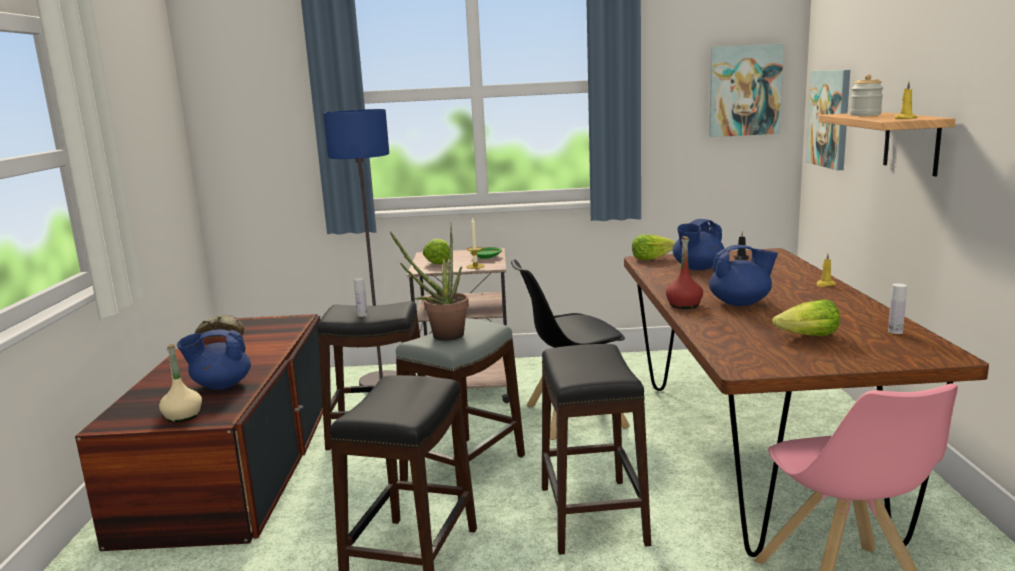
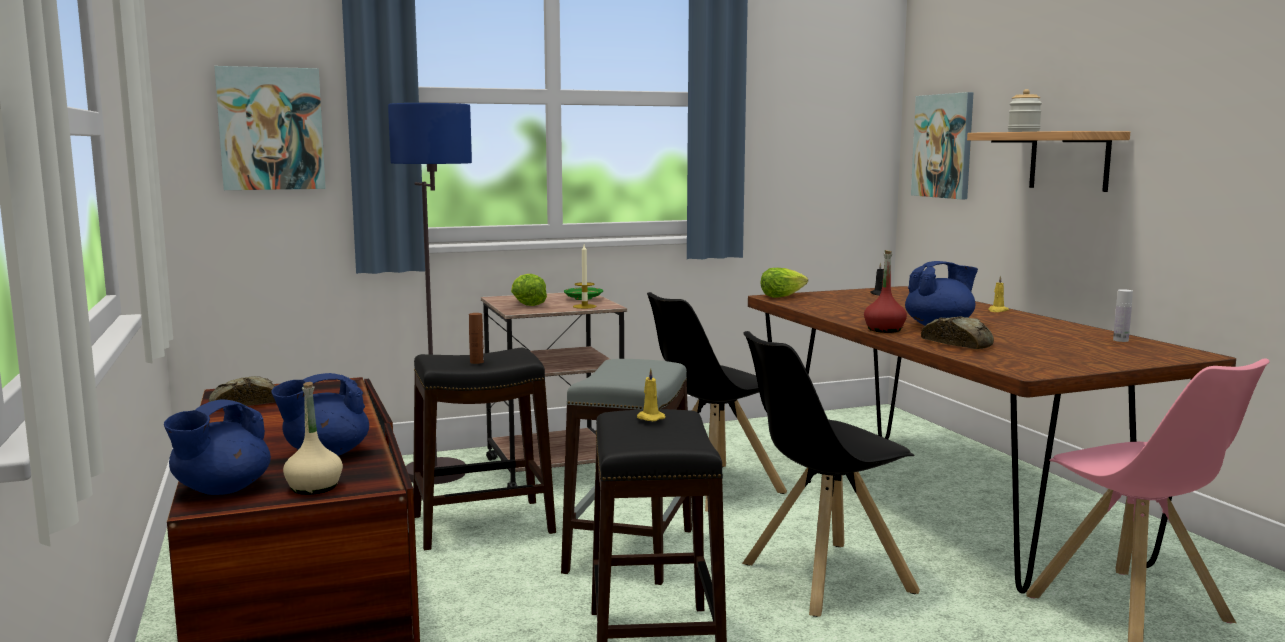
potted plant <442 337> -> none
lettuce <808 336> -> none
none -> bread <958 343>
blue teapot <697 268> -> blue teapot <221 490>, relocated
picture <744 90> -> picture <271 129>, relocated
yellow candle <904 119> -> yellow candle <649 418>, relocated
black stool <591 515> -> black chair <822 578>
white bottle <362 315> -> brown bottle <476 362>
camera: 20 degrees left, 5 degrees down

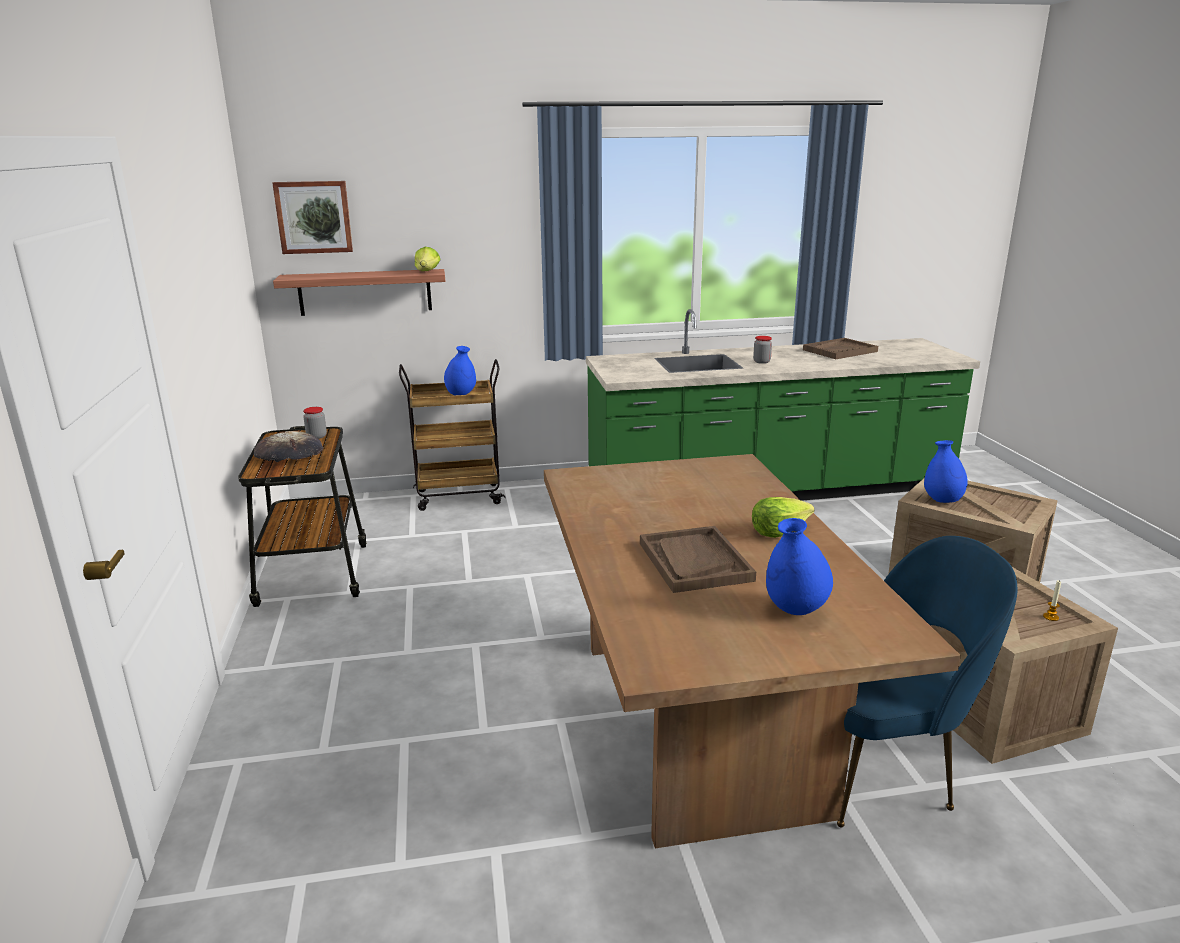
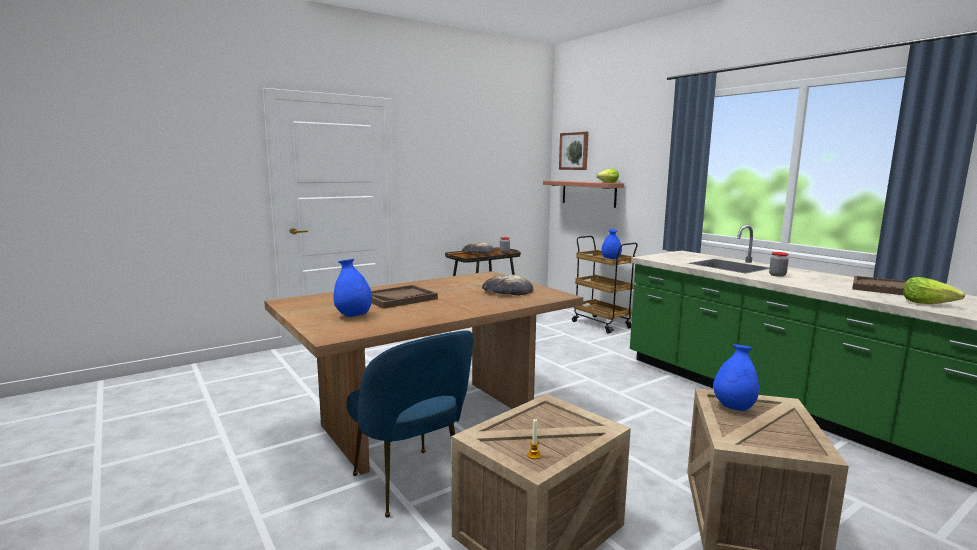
none -> bread <507 291>
lettuce <779 531> -> lettuce <927 303>, relocated
camera: 65 degrees right, 10 degrees down

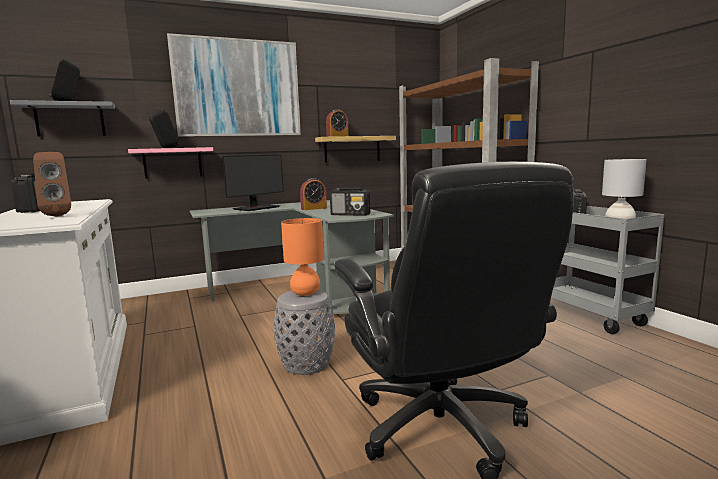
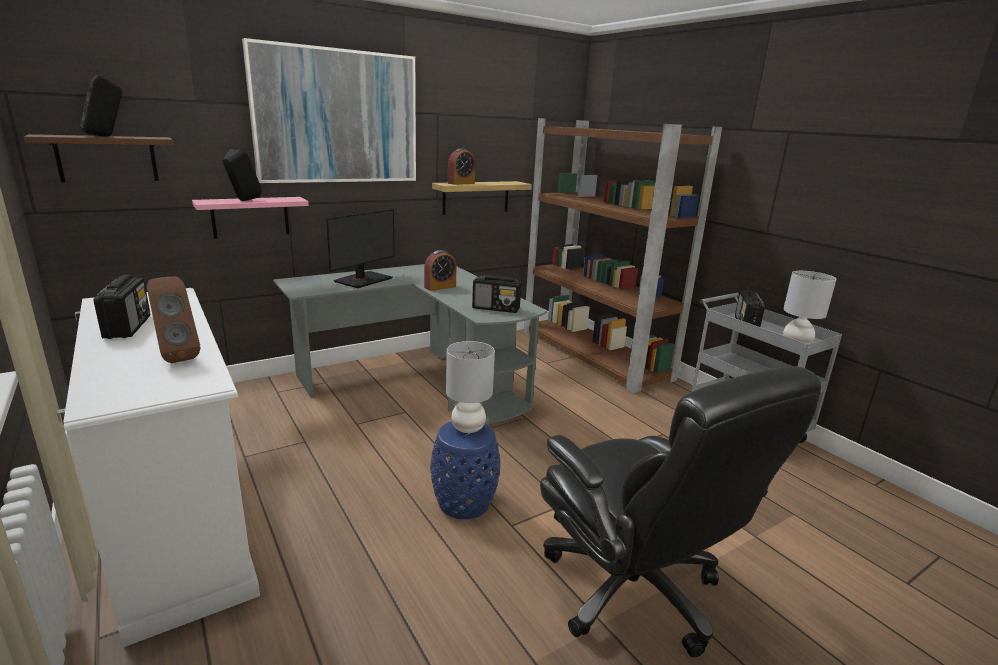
grey shelf <70 120> -> brown shelf <107 159>
grey stool <306 364> -> blue stool <464 503>
orange table lamp <306 293> -> grey table lamp <468 427>
camera: 10 degrees left, 10 degrees up

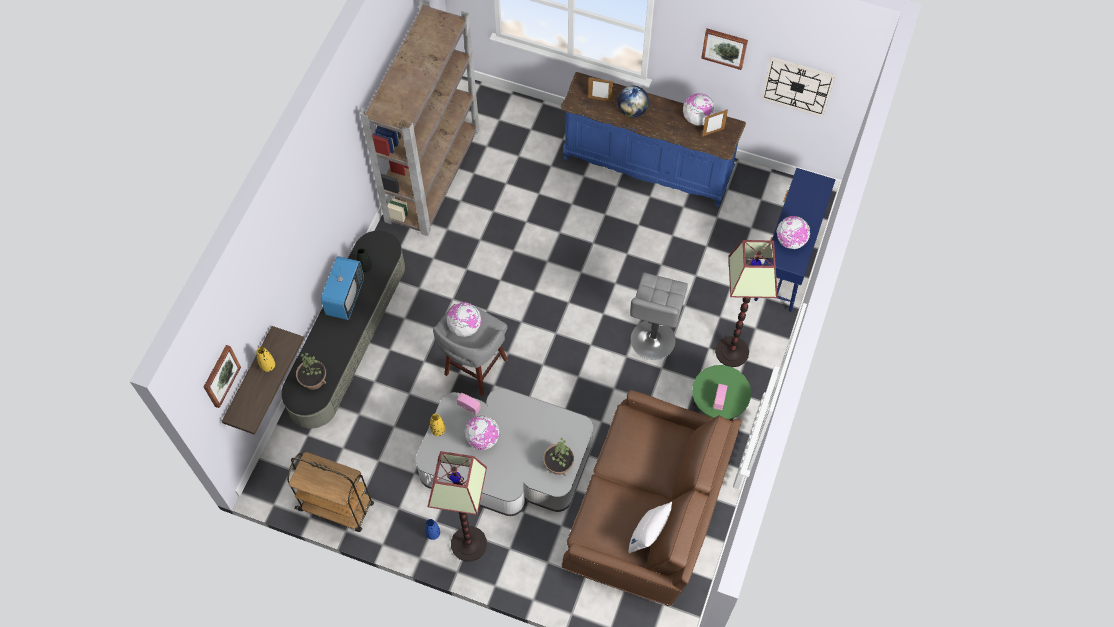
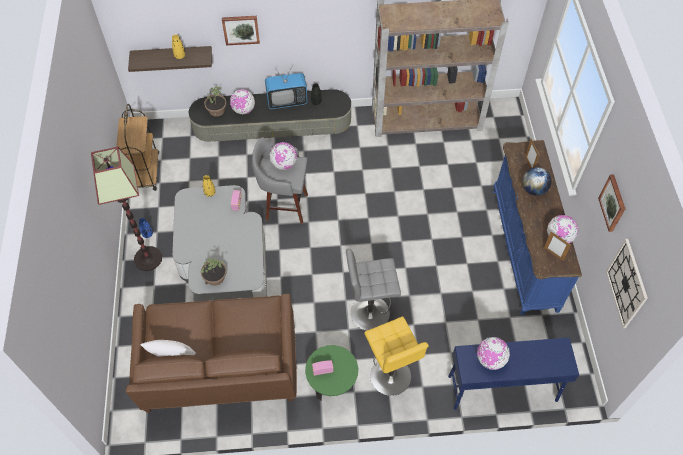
picture <220 376> -> picture <241 29>, relocated
globe <483 439> -> globe <243 110>, relocated
floor lamp <732 352> -> yellow stool <390 376>
camera: 65 degrees right, 5 degrees down

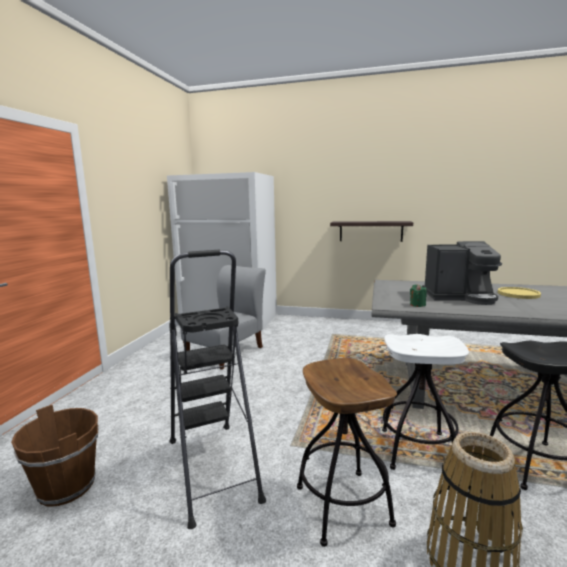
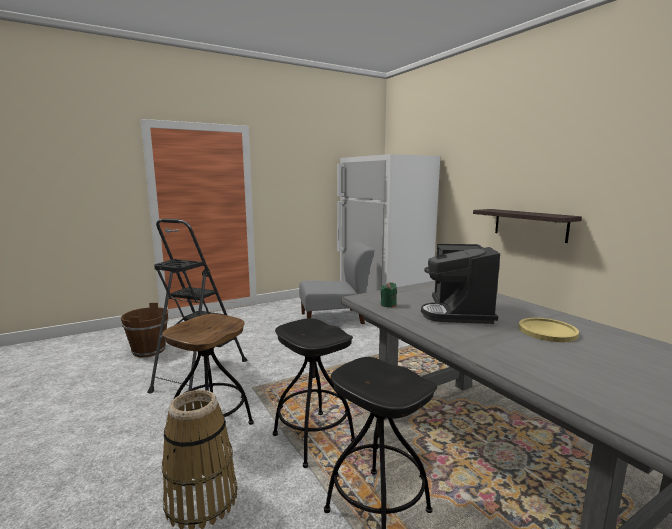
white stool <416 450> -> black stool <313 437>
coffee machine <459 297> -> coffee machine <458 312>, 45 degrees clockwise
camera: 45 degrees right, 0 degrees up

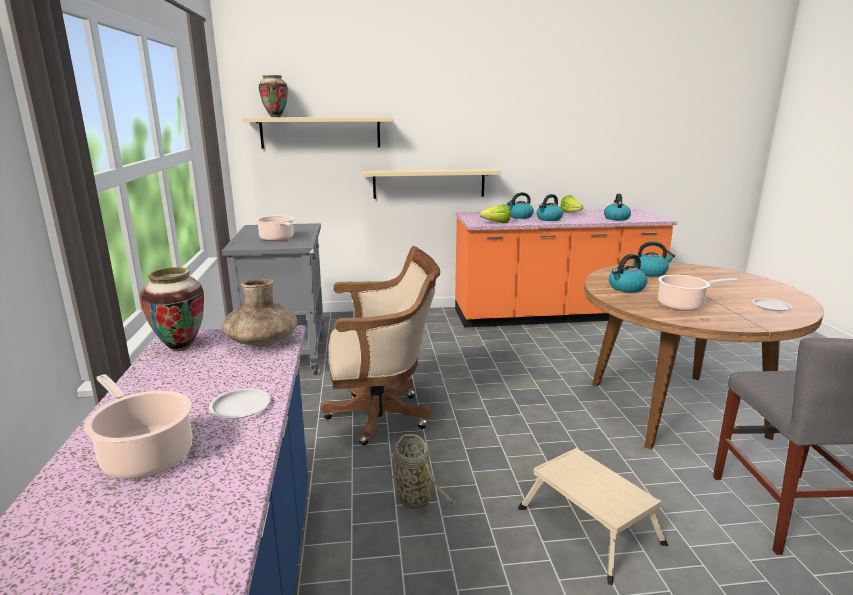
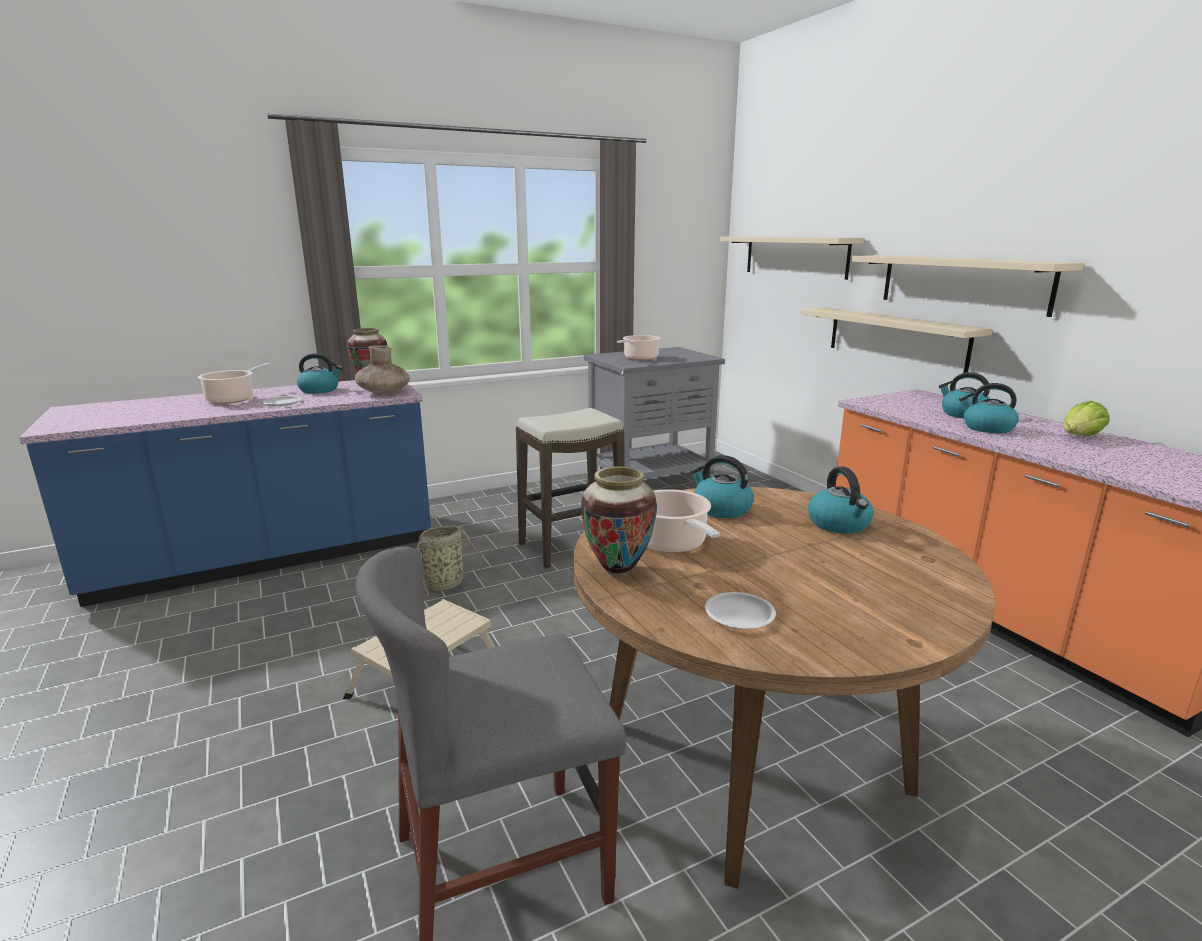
lettuce <497 223> -> none
none -> beige shelf <962 283>
vase <275 117> -> vase <618 571>, relocated
kettle <616 218> -> kettle <320 390>, relocated
office chair <382 416> -> stool <571 547>
camera: 70 degrees right, 0 degrees up

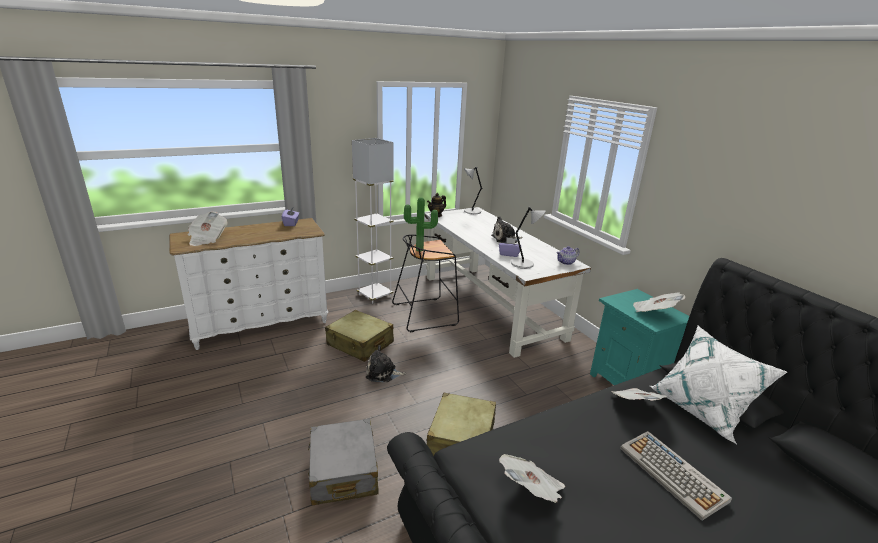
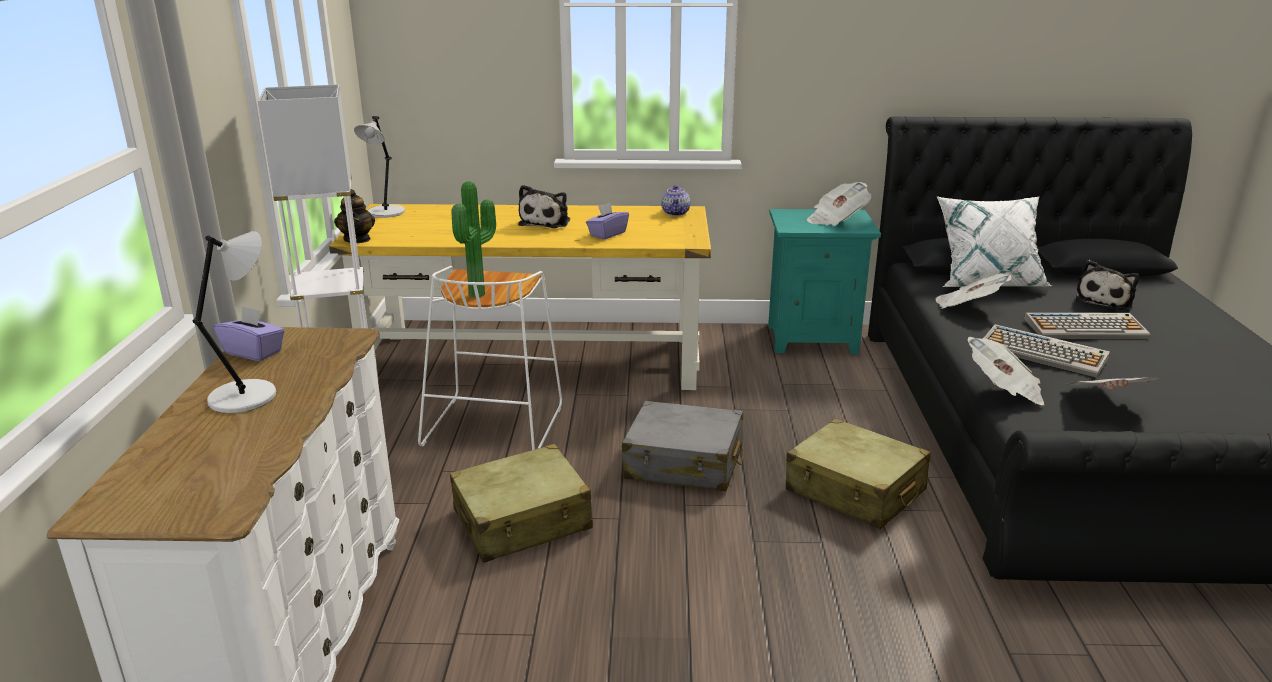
none -> keyboard <1044 353>
newspaper <207 239> -> newspaper <1004 390>, relocated
grey suitcase <343 471> -> grey suitcase <684 463>, relocated
plush toy <383 373> -> plush toy <1105 300>, relocated
grey table lamp <523 264> -> grey table lamp <246 396>, relocated
black stool <425 314> -> white stool <493 424>
white desk <491 306> -> yellow desk <536 360>
camera: 60 degrees left, 0 degrees up

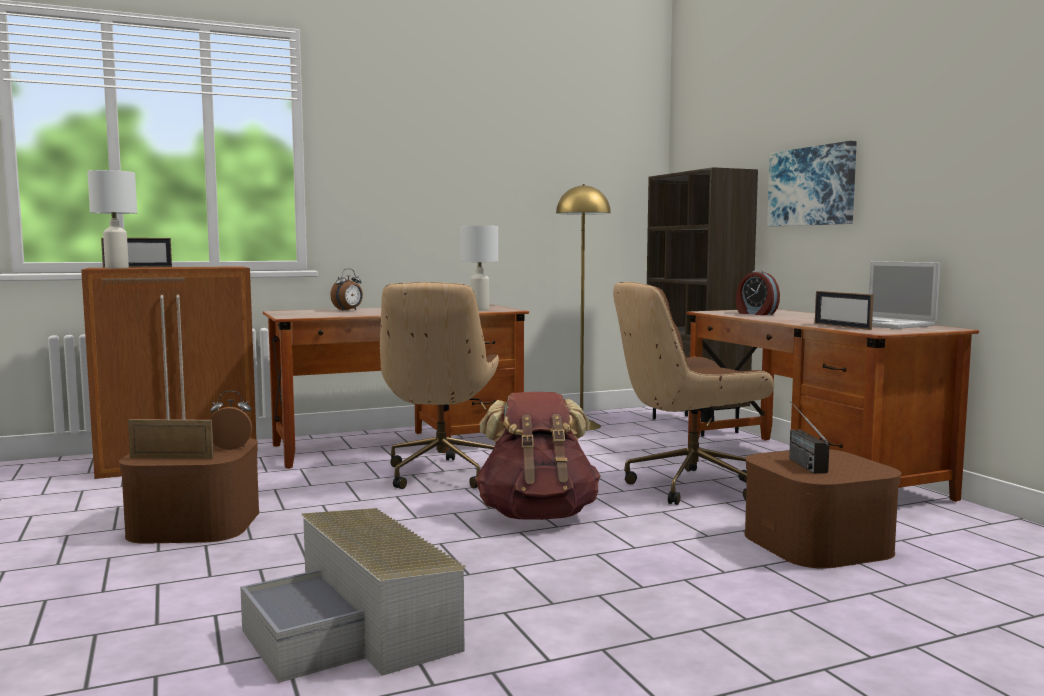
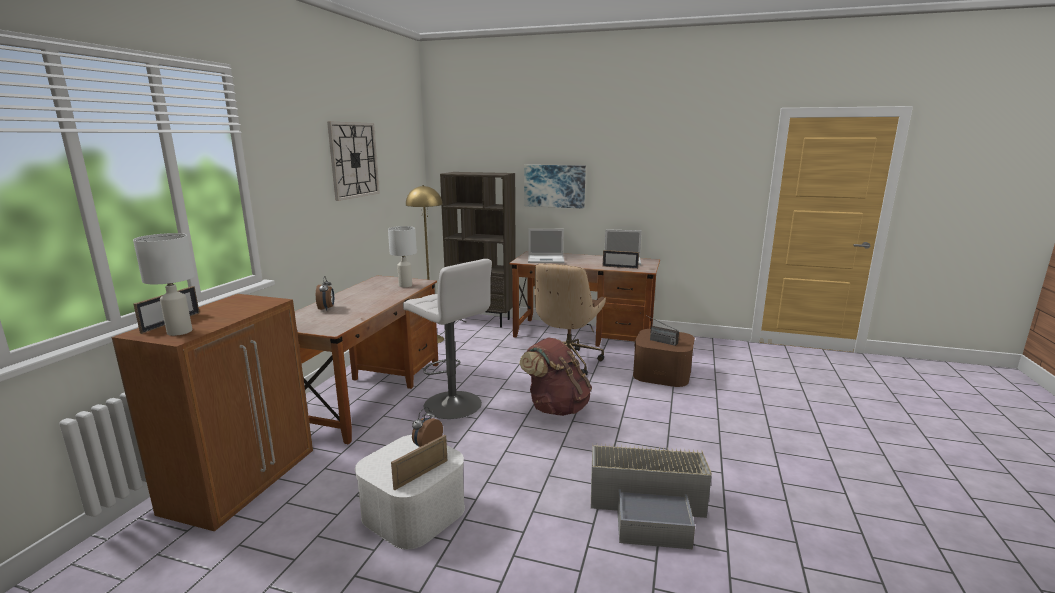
none -> wall clock <354 160>
brown office chair <440 475> -> white stool <452 405>
alarm clock <755 313> -> laptop <546 259>
brown storage box <194 523> -> white storage box <413 512>
camera: 50 degrees left, 10 degrees up

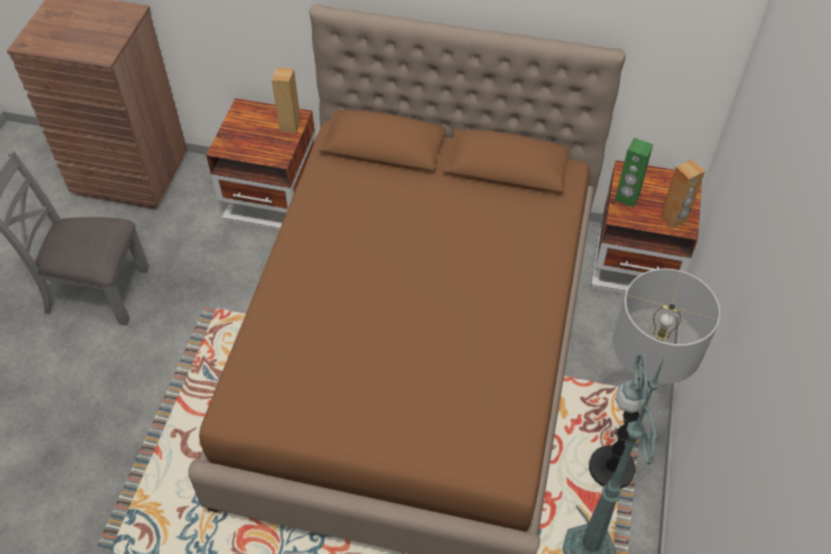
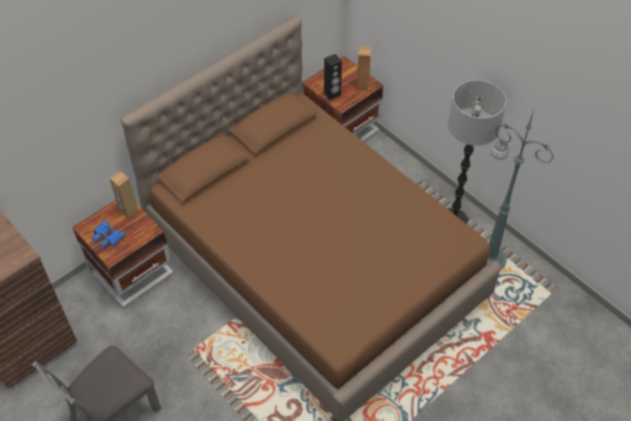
none -> blue binoculars <106 237>
green speaker <627 198> -> black speaker <332 94>
camera: 55 degrees left, 0 degrees up

